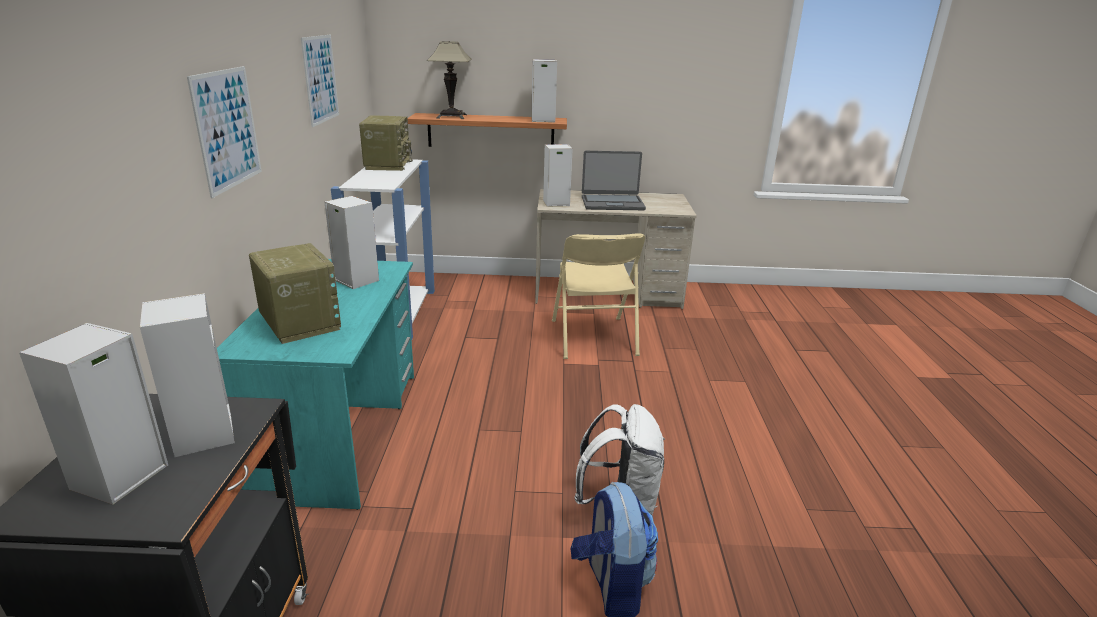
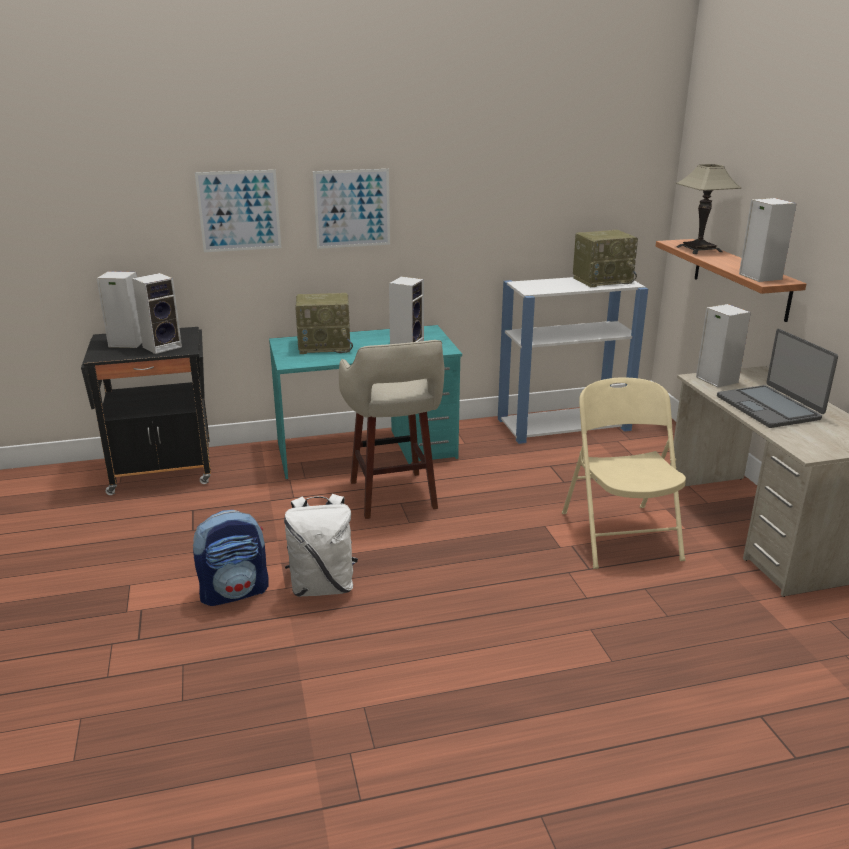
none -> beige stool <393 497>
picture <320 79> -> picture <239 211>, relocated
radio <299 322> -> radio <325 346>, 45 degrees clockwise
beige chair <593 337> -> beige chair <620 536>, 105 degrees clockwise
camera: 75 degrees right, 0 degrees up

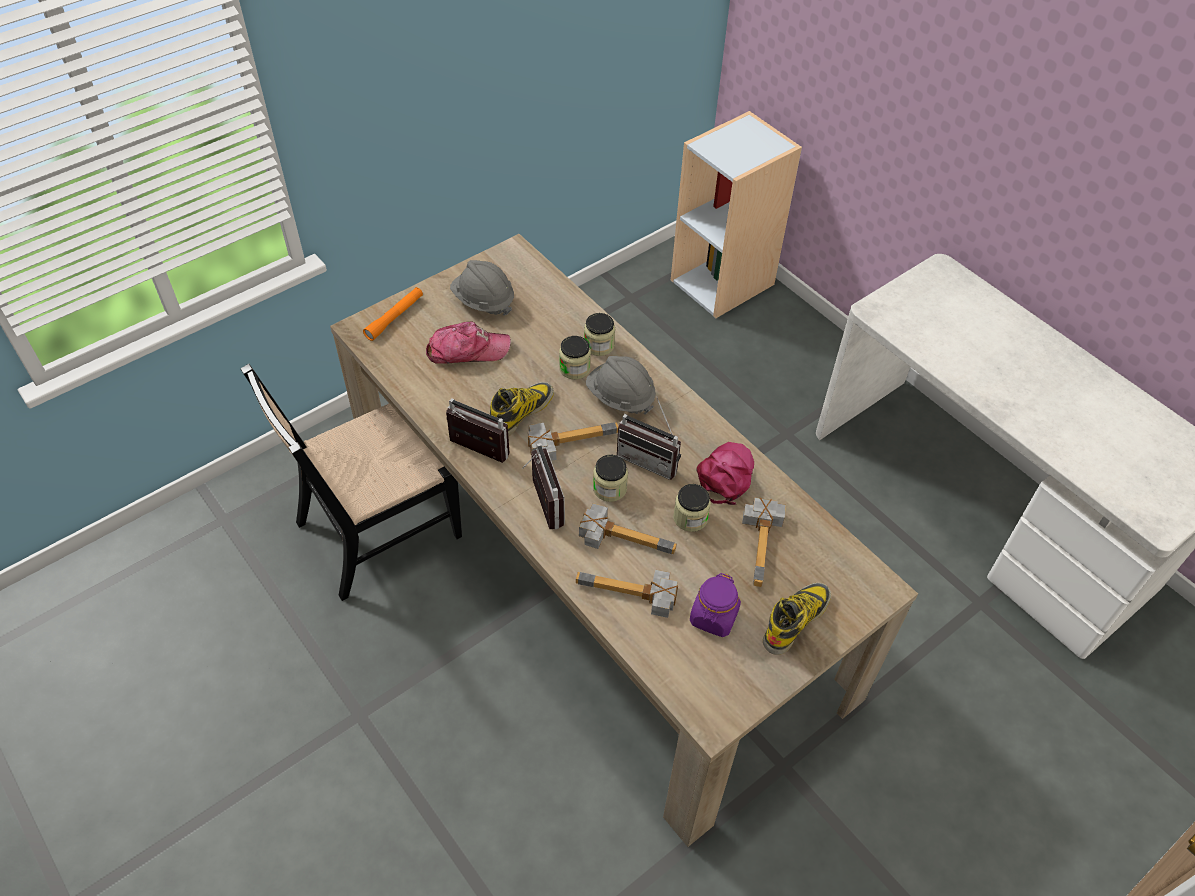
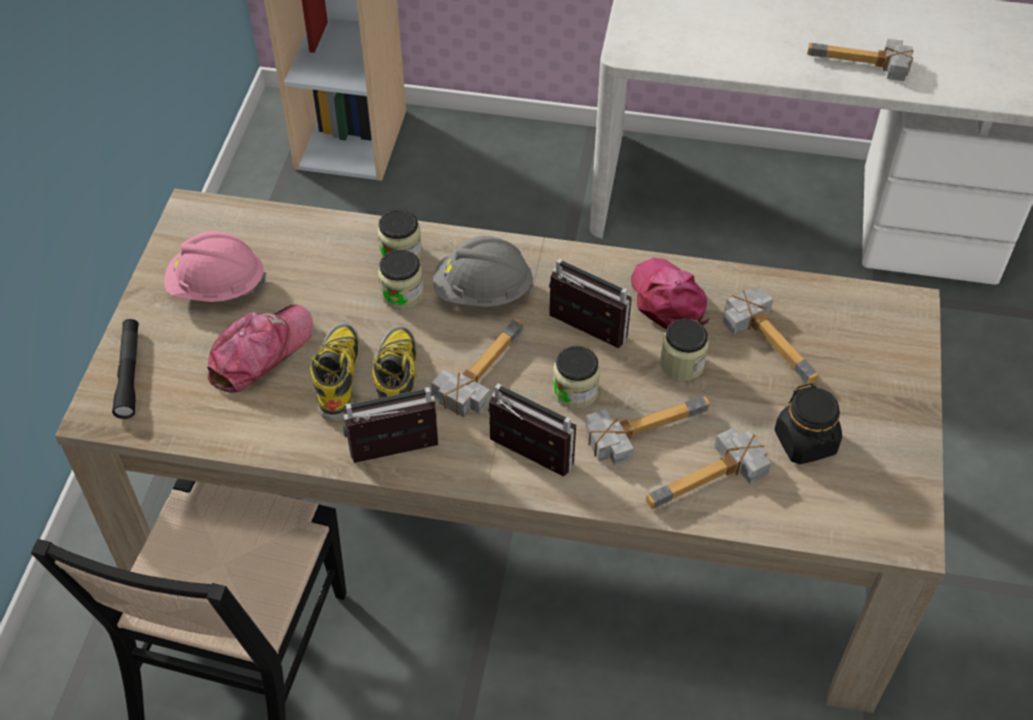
none -> hammer <861 66>
boot <795 620> -> boot <338 376>, relocated
orange flashlight <394 317> -> black flashlight <129 373>
grey hard hat <483 301> -> pink hard hat <217 287>
purple jar <713 617> -> black jar <805 442>
radio <651 459> -> radio <581 333>, 135 degrees counterclockwise
camera: 40 degrees left, 0 degrees up

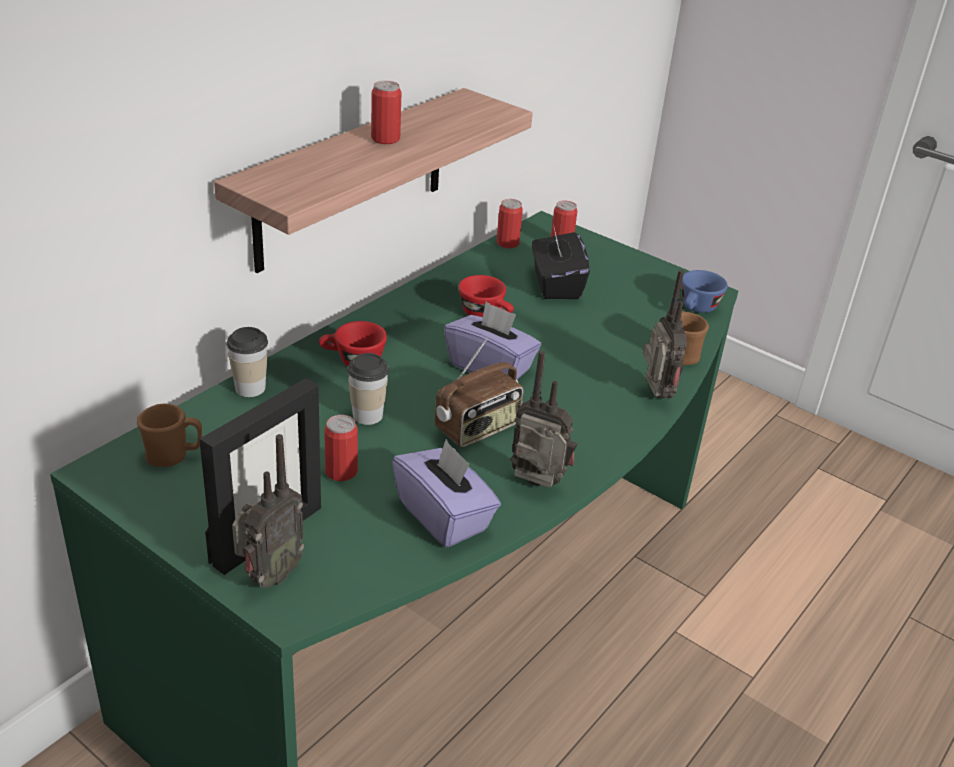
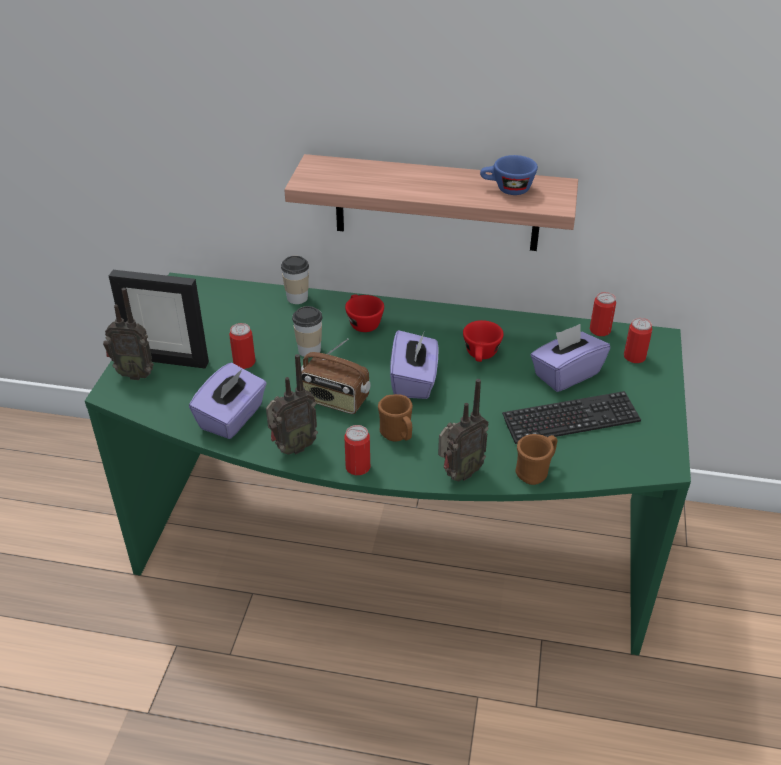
none -> keyboard <570 420>
brown mug <173 456> -> brown mug <398 435>, relocated
can <385 139> -> can <358 467>, relocated
blue cup <697 309> -> blue cup <507 189>, relocated
black tissue box <555 284> -> purple tissue box <566 374>
radio <536 487> -> radio <292 447>, 60 degrees clockwise
camera: 65 degrees right, 5 degrees up

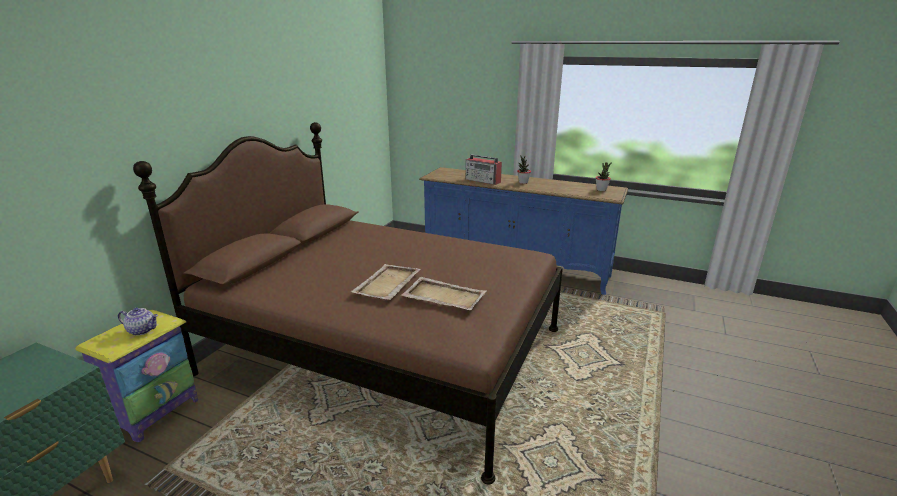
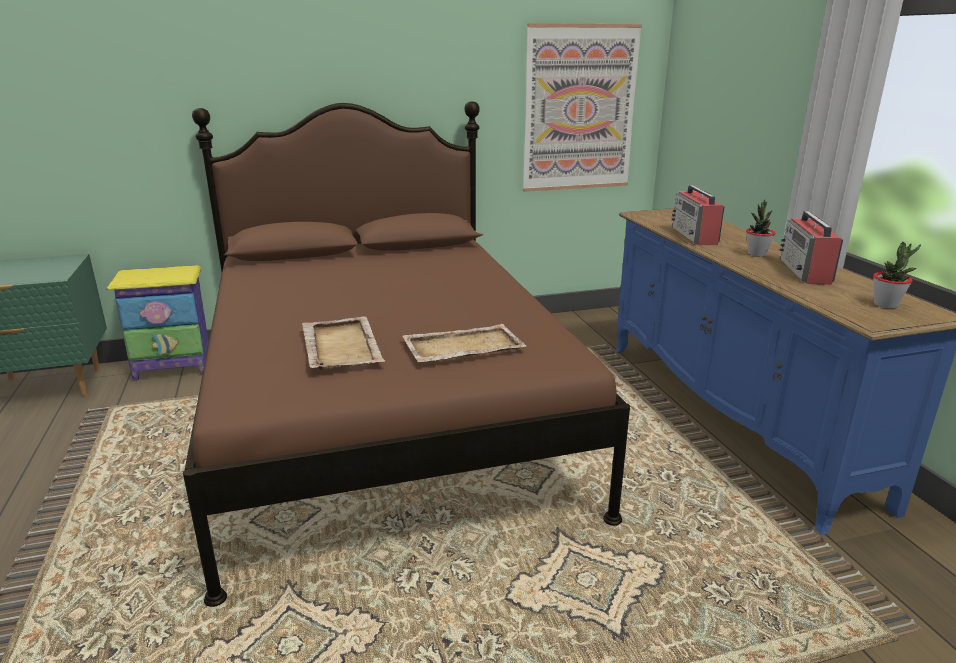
teapot <143 330> -> none
none -> picture <579 109>
none -> radio <805 272>
beige tray <387 284> -> beige tray <462 347>, relocated
camera: 50 degrees right, 0 degrees up

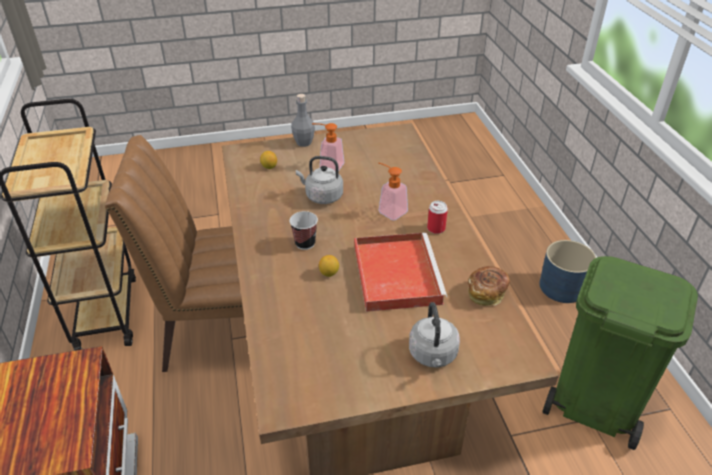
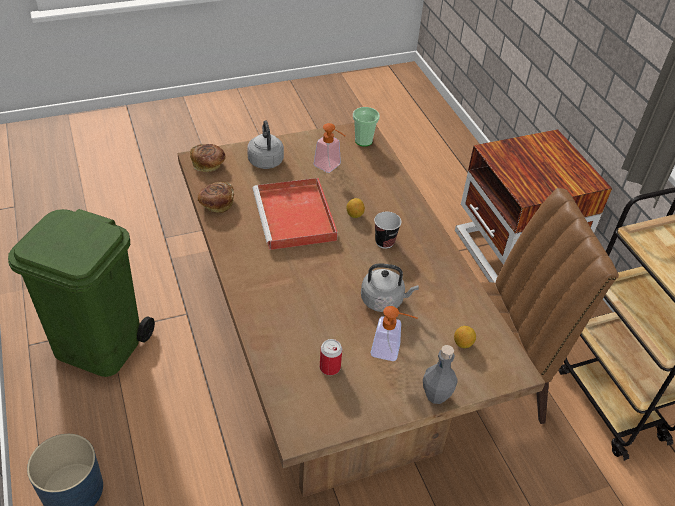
none -> bread <208 164>
none -> cup <363 141>
soap dispenser <389 210> -> soap dispenser <330 167>, relocated
can <436 228> -> can <330 367>, relocated
camera: 170 degrees right, 5 degrees up

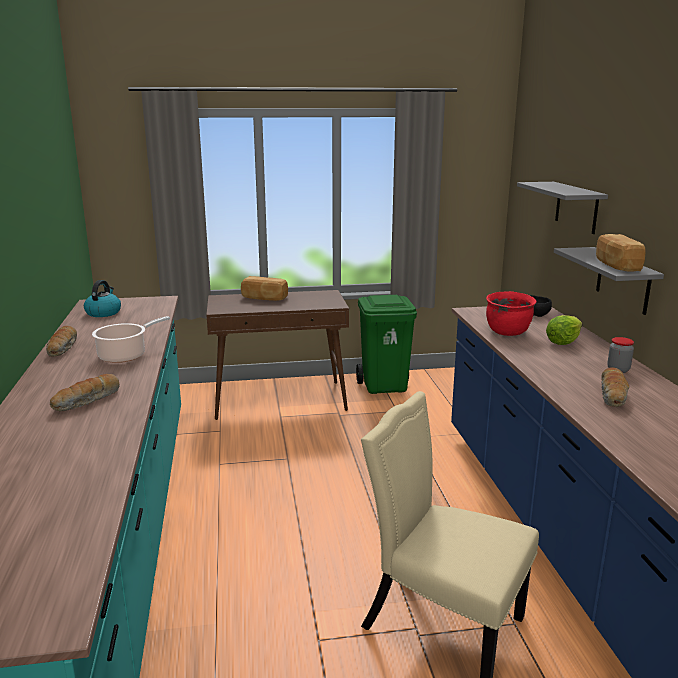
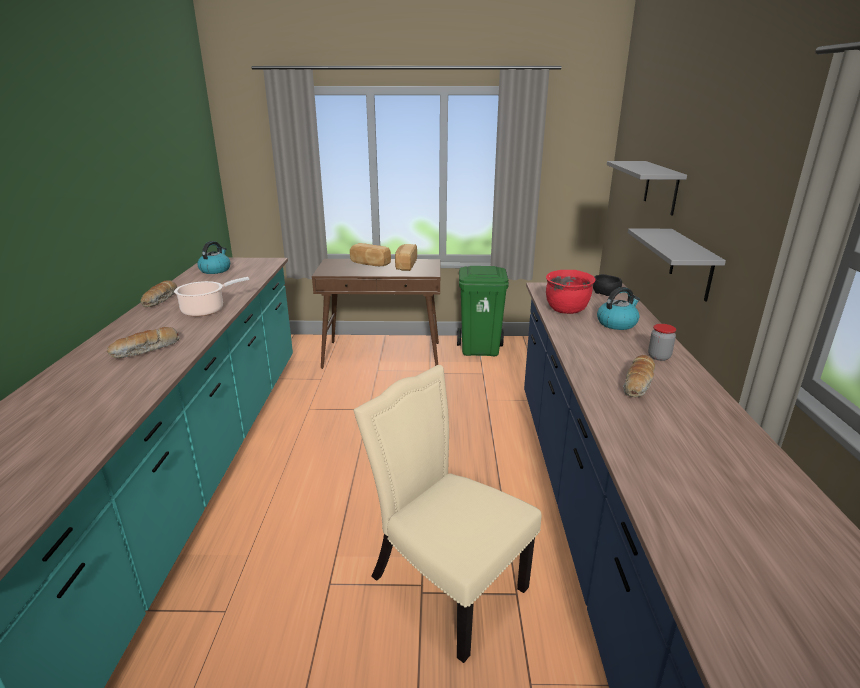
bread <616 265> -> bread <405 265>, relocated
lettuce <563 342> -> kettle <617 323>
camera: 10 degrees right, 5 degrees up

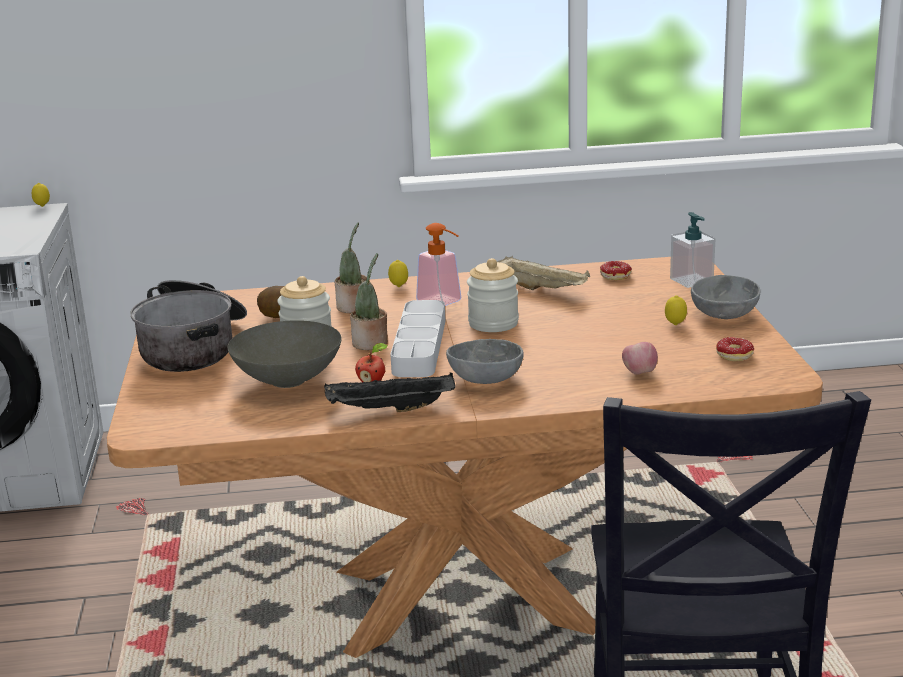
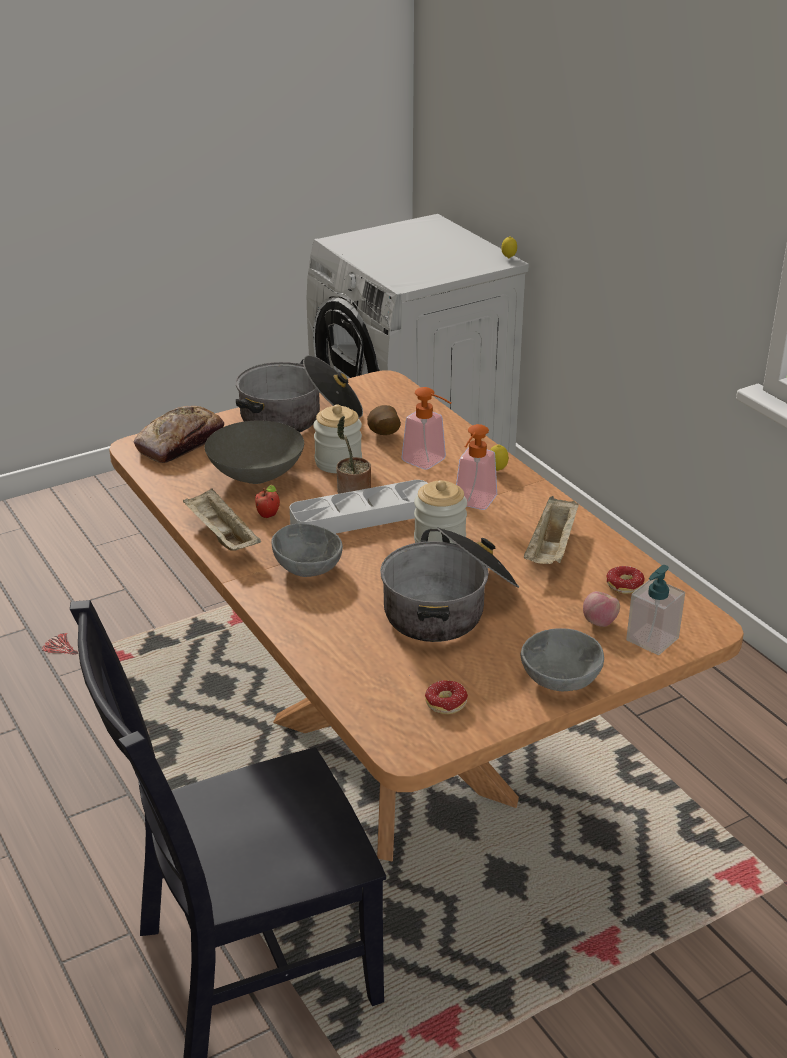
lemon <675 325> -> none
none -> bread <180 443>
none -> cooking pot <449 606>
apple <639 373> -> apple <599 622>, relocated
potted plant <354 308> -> soap dispenser <429 462>
black tray <389 410> -> beige tray <221 536>
camera: 65 degrees right, 10 degrees up

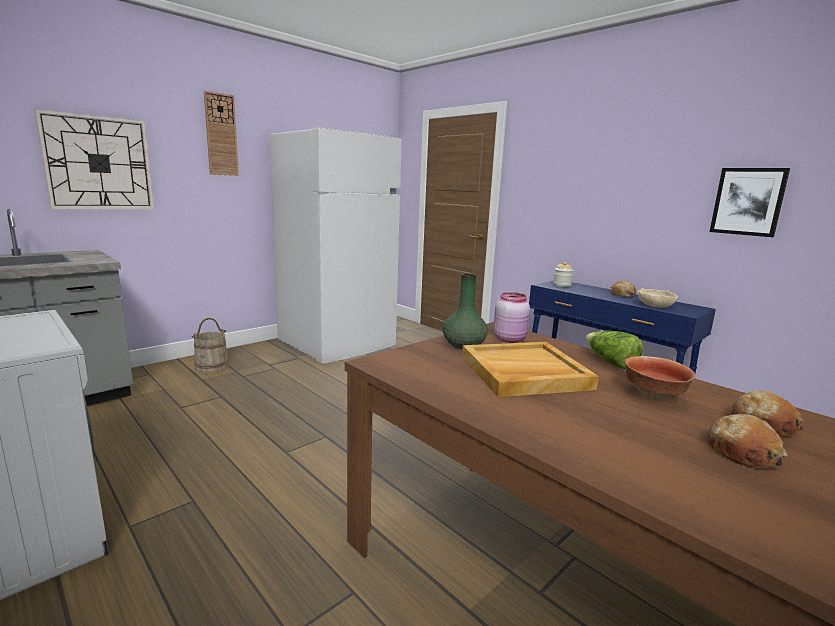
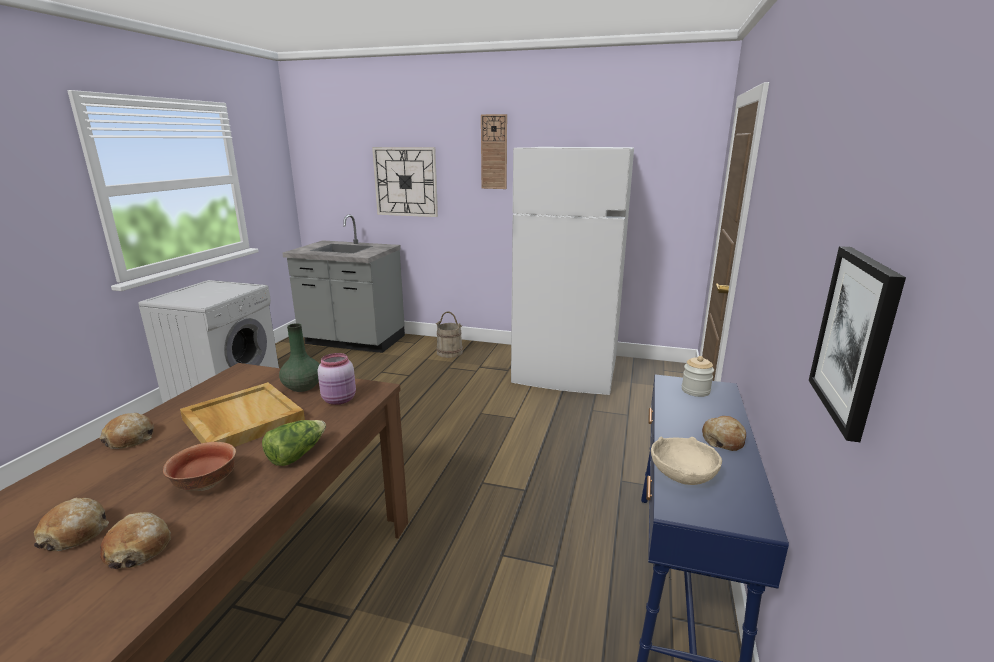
none -> bread <130 439>
camera: 60 degrees right, 5 degrees up

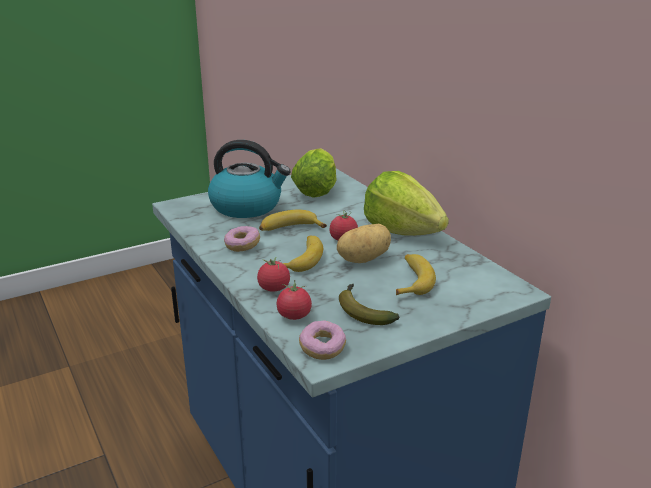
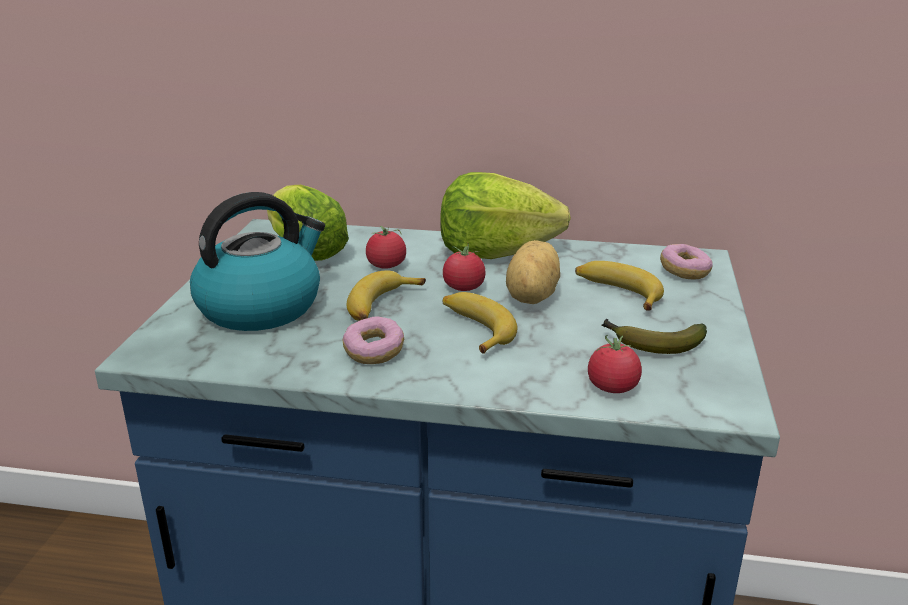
tomato <274 288> -> tomato <386 266>, relocated
donut <322 349> -> donut <684 272>, relocated
camera: 50 degrees left, 0 degrees up

